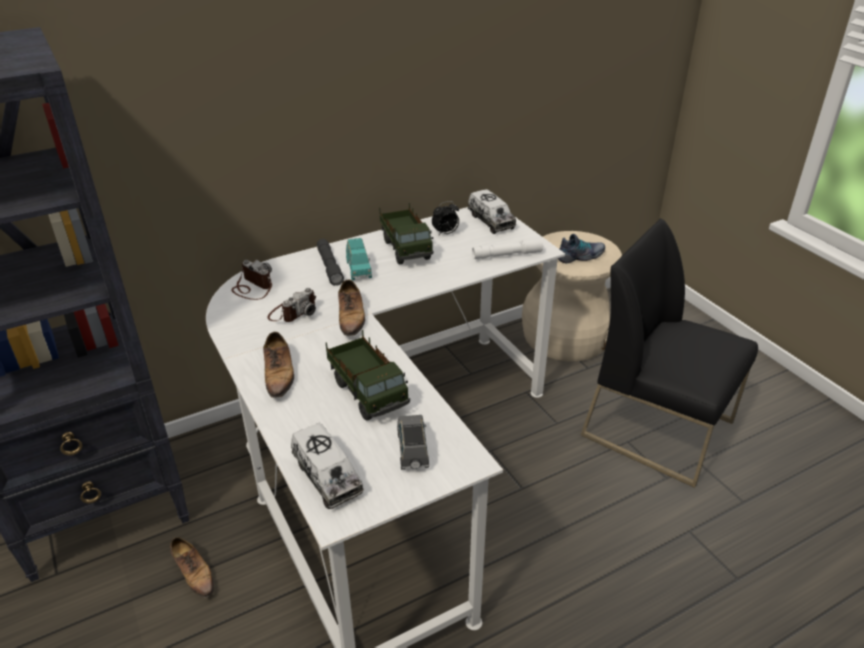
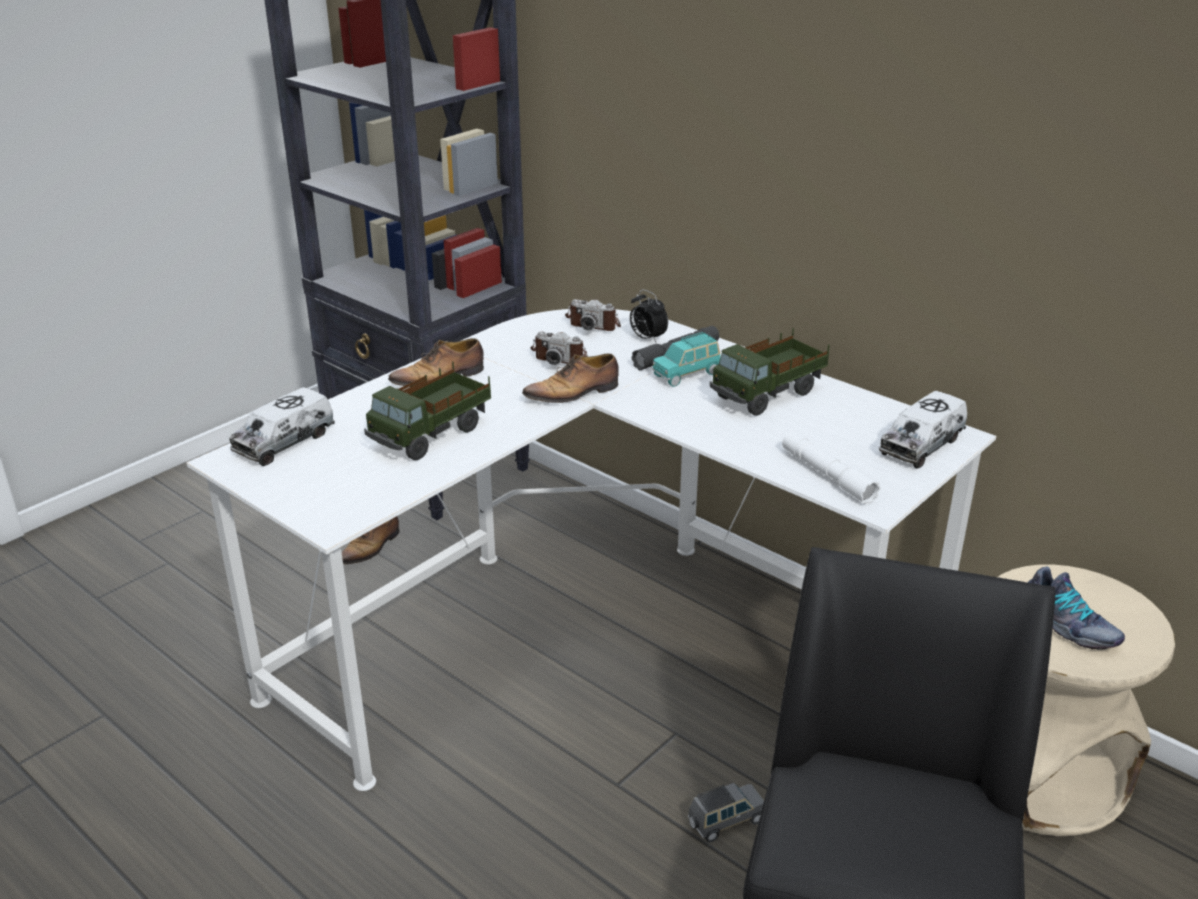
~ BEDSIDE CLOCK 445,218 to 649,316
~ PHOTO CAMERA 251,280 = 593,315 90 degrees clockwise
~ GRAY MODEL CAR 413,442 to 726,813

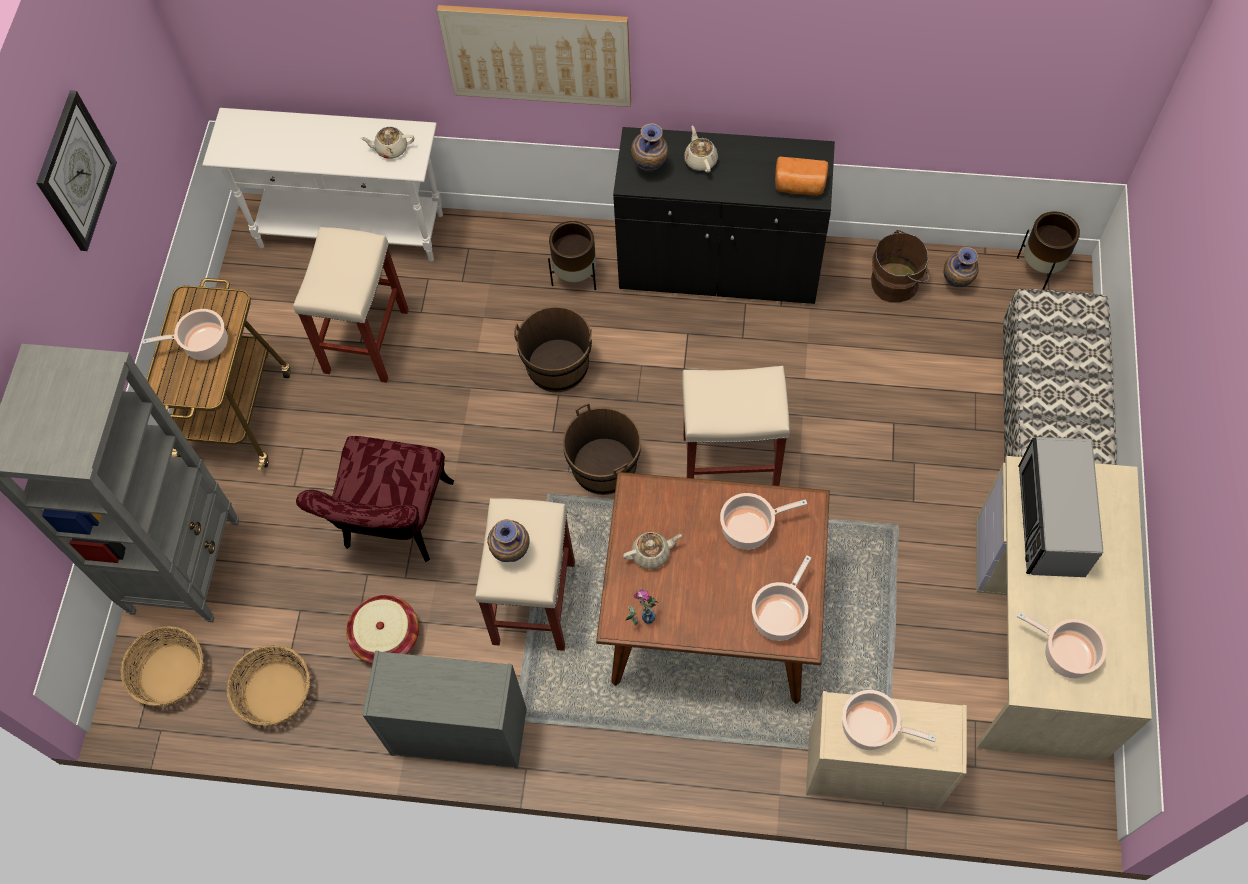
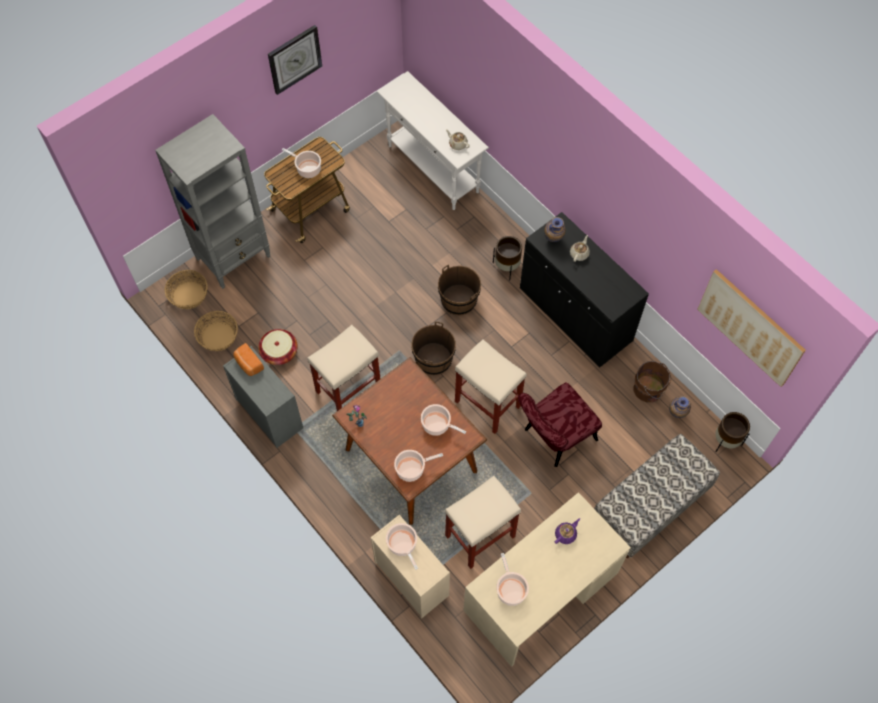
~ WALL ART 534,56 to 751,328
~ BAKERY BREAD 802,176 to 248,359
~ BEIGE SITTING STOOL 351,305 to 483,522
~ RED PLAIN CHAIR 375,499 to 560,424
~ MICROWAVE 1060,507 to PURPLE TEAPOT 567,531
- DECORATIVE VASE 508,540
- BEIGE TEAPOT 652,550

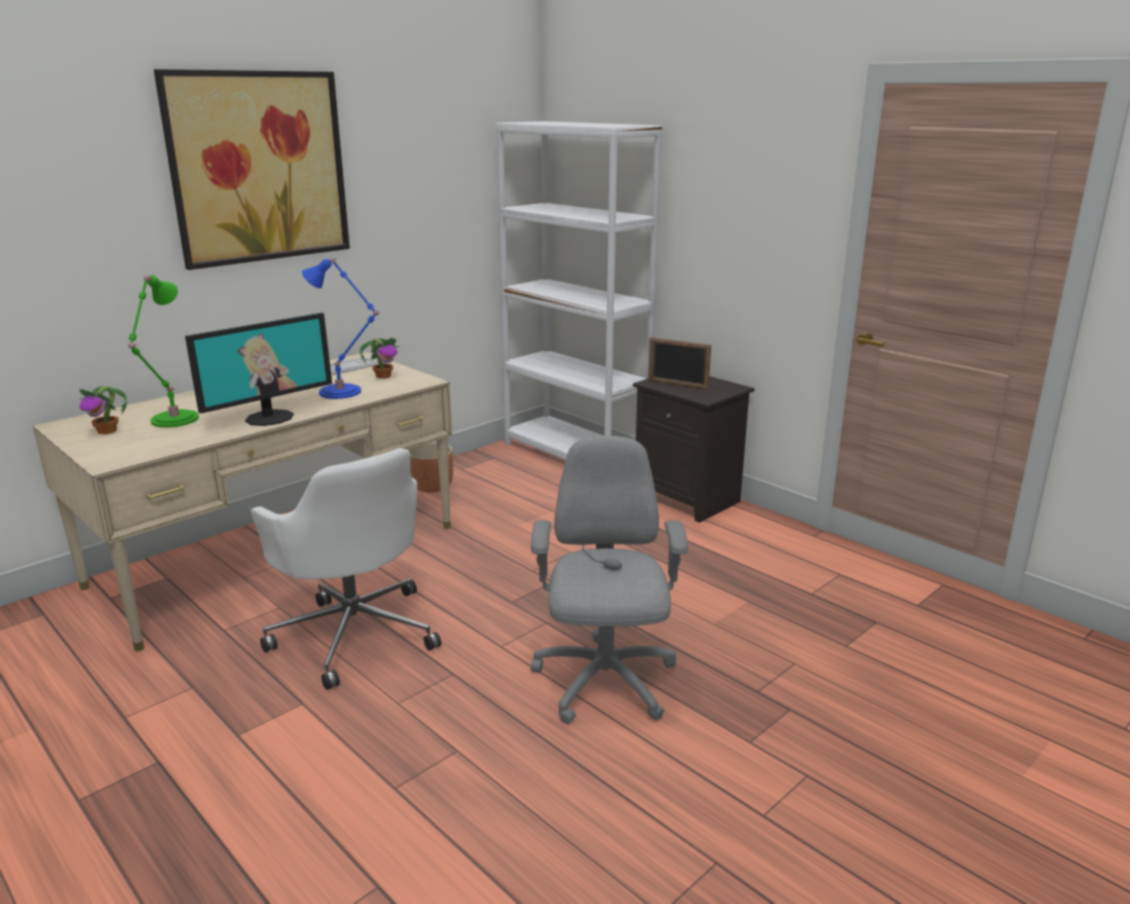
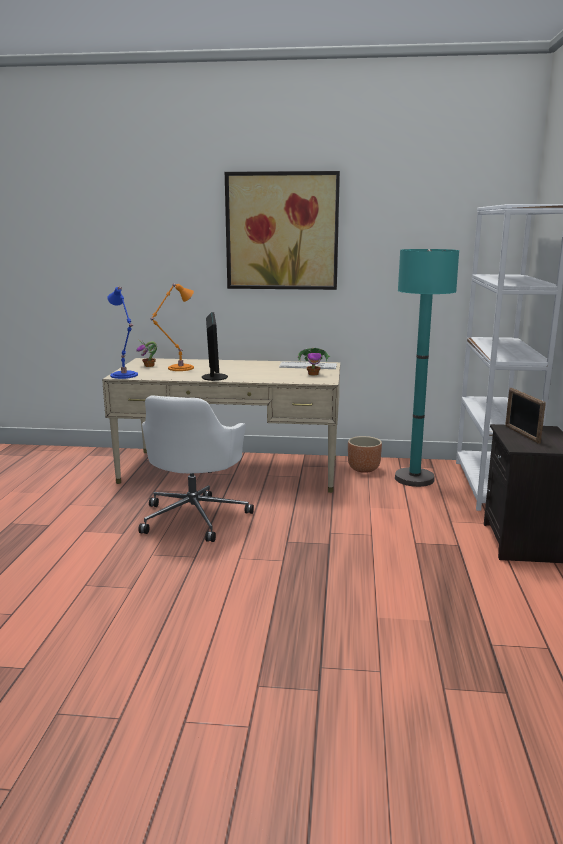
~ BLUISH TABLETOP LAMP 340,328 to 122,333
~ GREEN TABLETOP LAMP 163,351 to ORANGE-COLOURED TABLETOP LAMP 172,327
~ COMPUTER SCREEN 258,369 = 215,346 105 degrees counterclockwise
- GRAY DESK CHAIR 609,580
+ BLUE-GREEN FLOOR LAMP 427,368

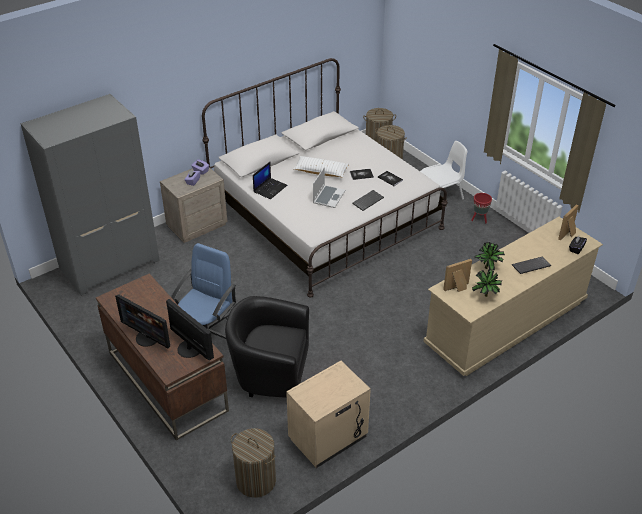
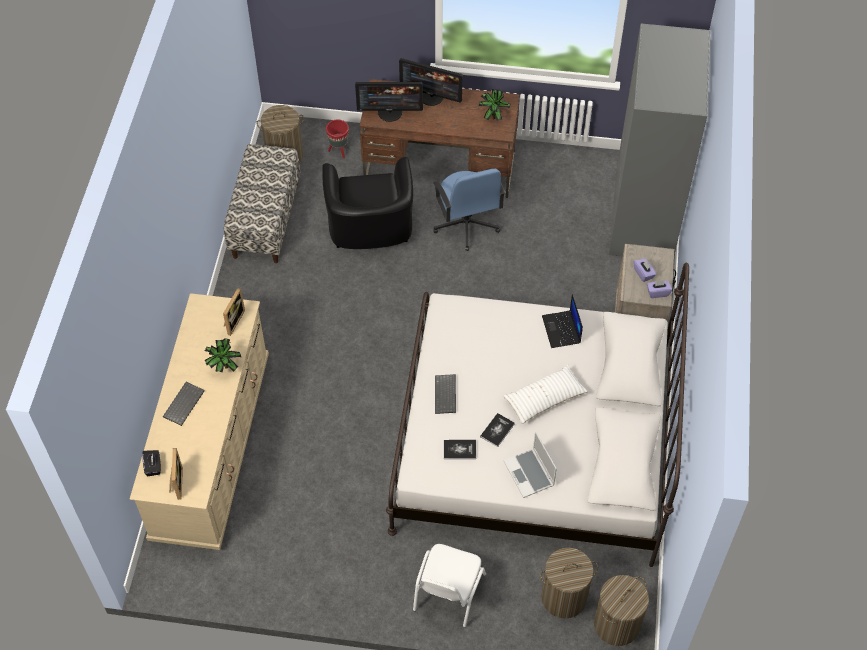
~ PORTABLE COMPUTER 329,187 to 530,464
~ RED PLANTER 481,208 to 337,139
~ HOUSEPLANT 487,283 to 495,105
~ COMPUTER SCREEN 142,321 = 431,82 150 degrees counterclockwise
~ BLACK ARMCHAIR 267,347 = 367,203 120 degrees clockwise
~ BEIGE NIGHTSTAND 328,414 to LONG SEAT 262,203

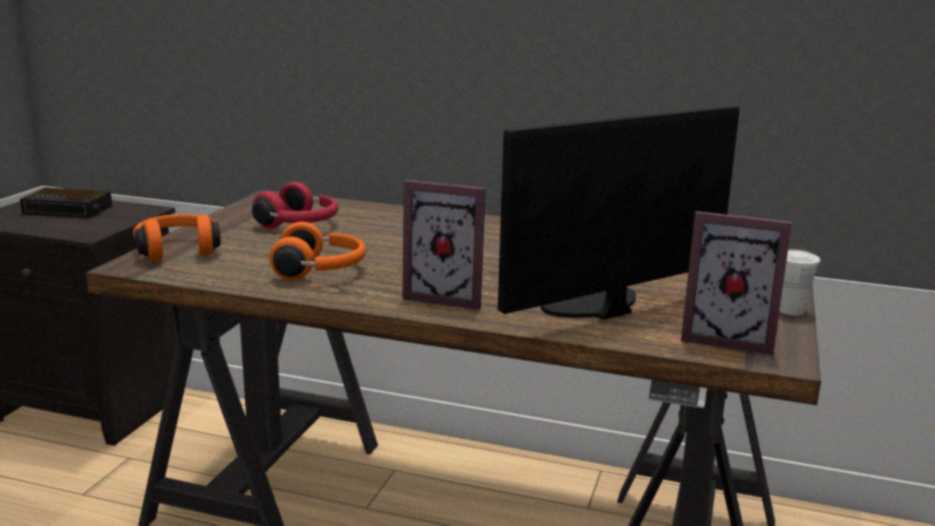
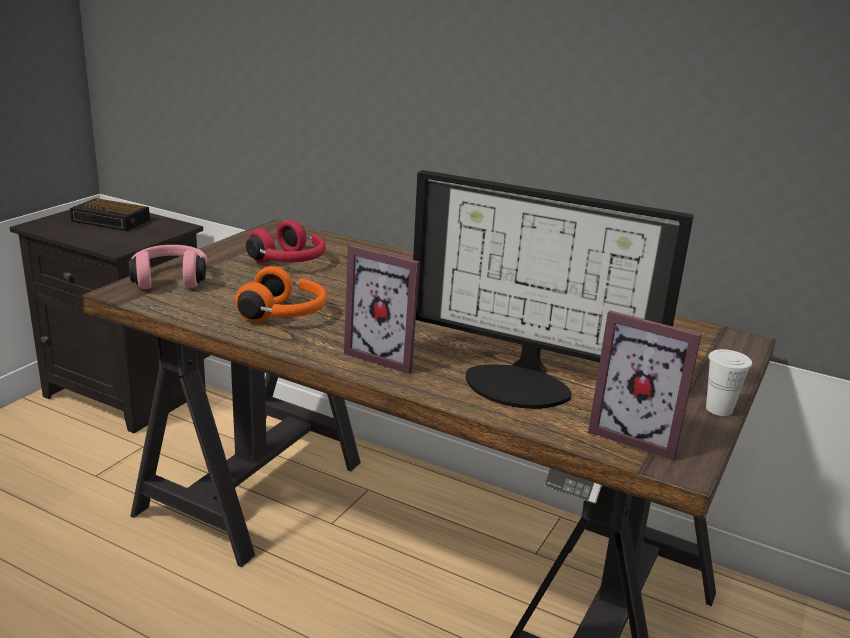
~ COMPUTER SCREEN 619,212 = 553,289 135 degrees counterclockwise
~ ORANGE-COLOURED HEADSET 177,237 to PINKISH HEADSET 168,267

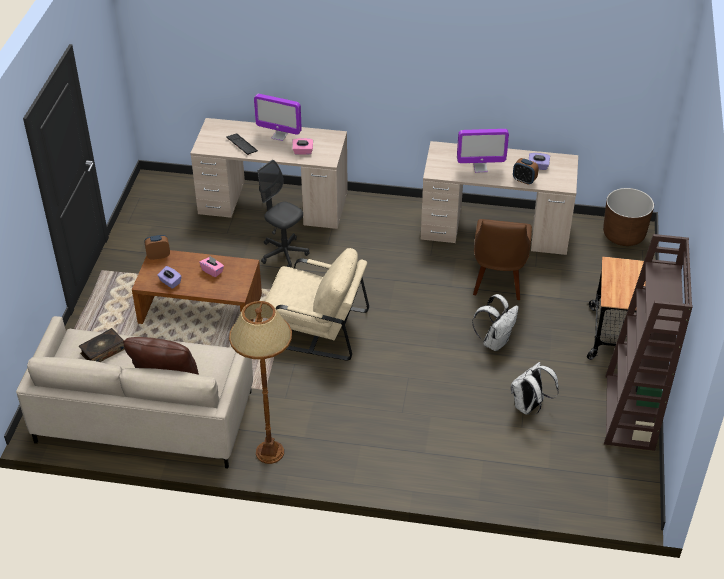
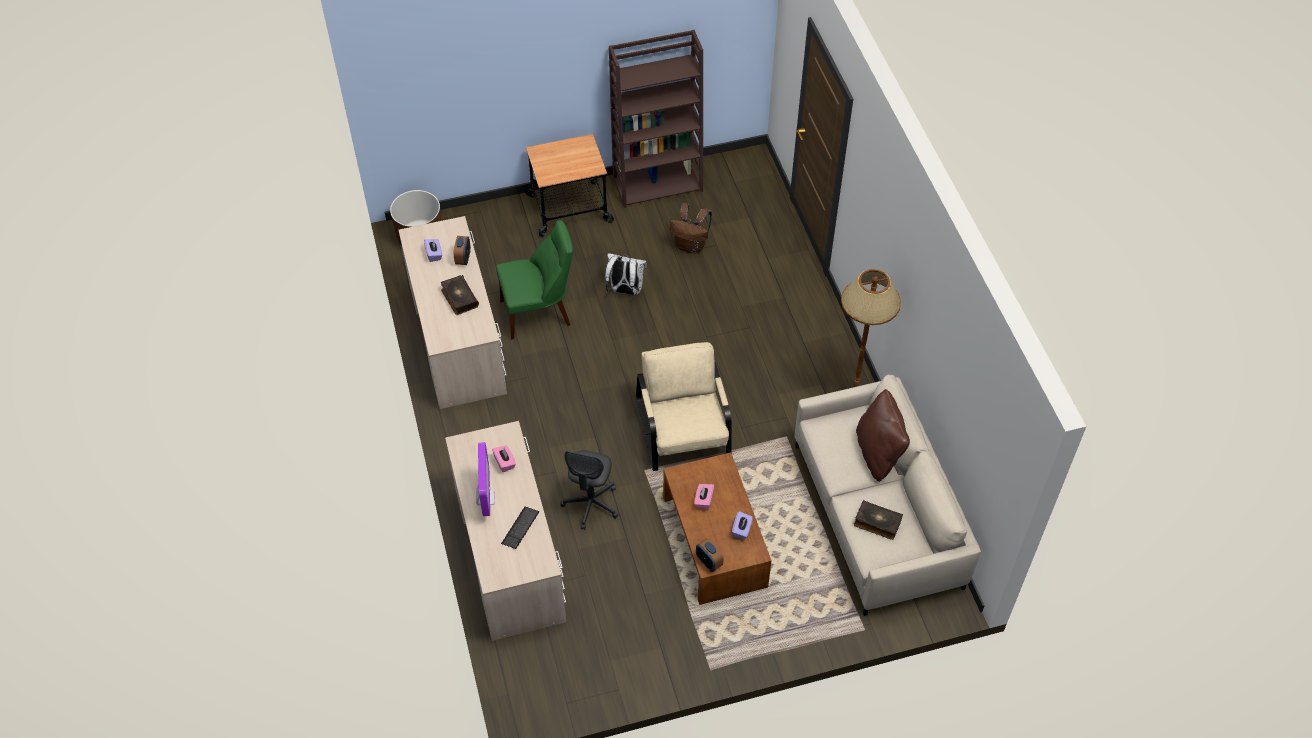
~ COMPUTER SCREEN 483,151 to VOLUME 460,295
~ BROWN PLAIN CHAIR 502,259 to GREEN PLAIN CHAIR 534,279
~ WHITISH RUCKSACK 535,388 to BROWN RUCKSACK 691,228

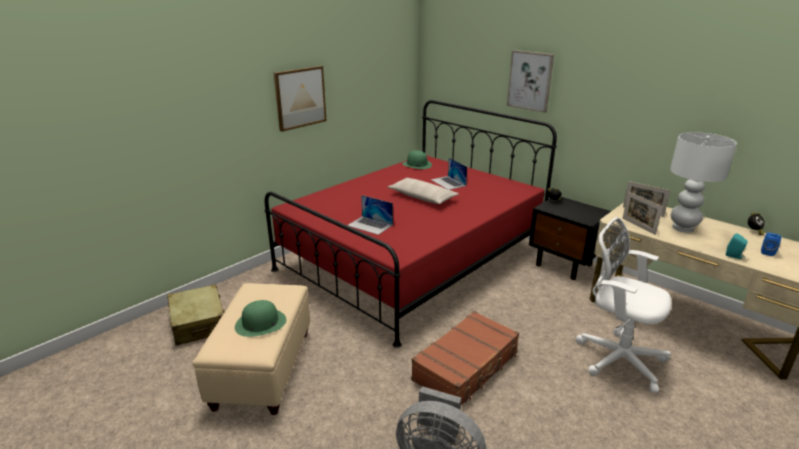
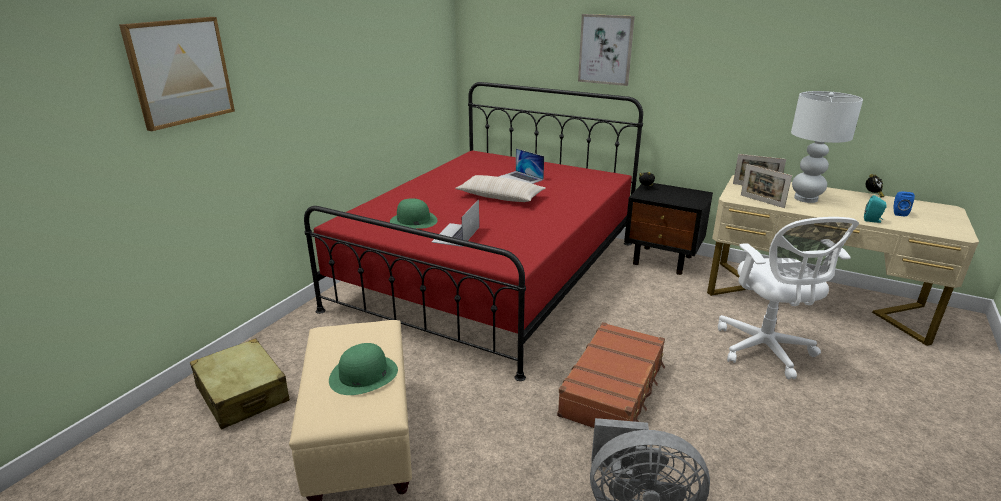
~ WALL ART 300,99 to 177,74
~ GREEN WEARABLE HAT 417,159 to 414,213
~ PORTABLE COMPUTER 370,215 = 455,223 90 degrees clockwise
~ WHITISH DESK CHAIR 623,305 = 788,298 120 degrees counterclockwise

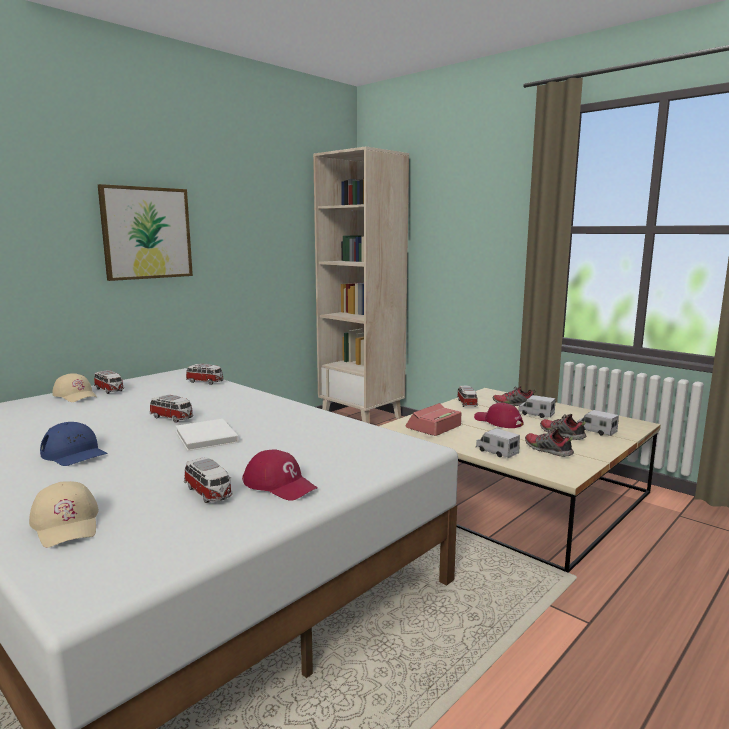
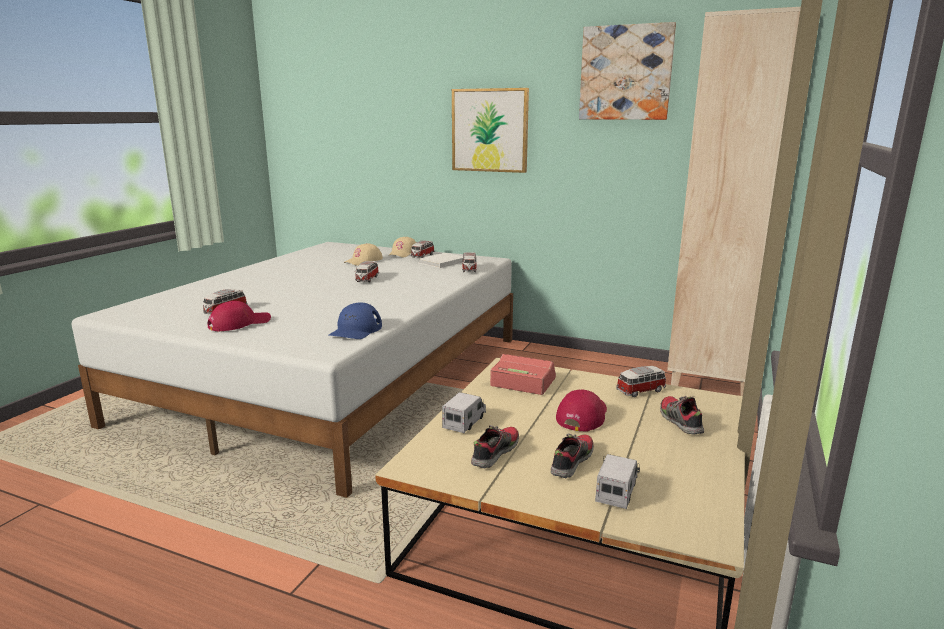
- TOY LORRY 537,406
~ WHITISH VOLUME 207,435 to 441,260
~ BLUISH PEAKED CAP 73,444 to 355,321
~ RED PEAKED CAP 280,475 = 239,316 150 degrees counterclockwise
~ BEIGE PEAKED CAP 64,514 to 363,255
+ WALL ART 627,71

